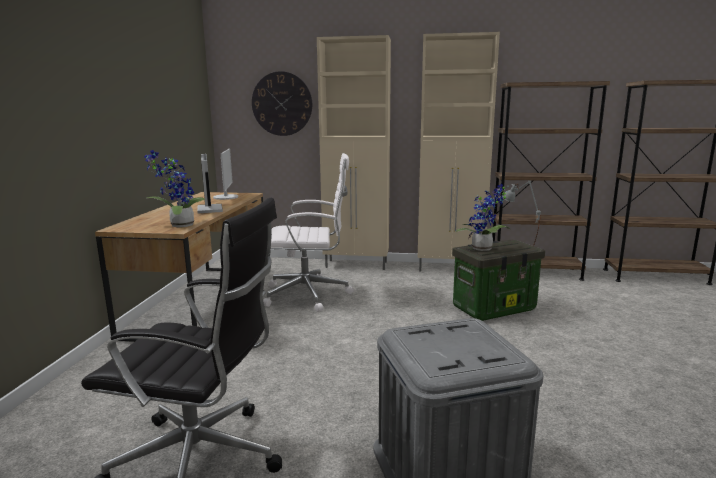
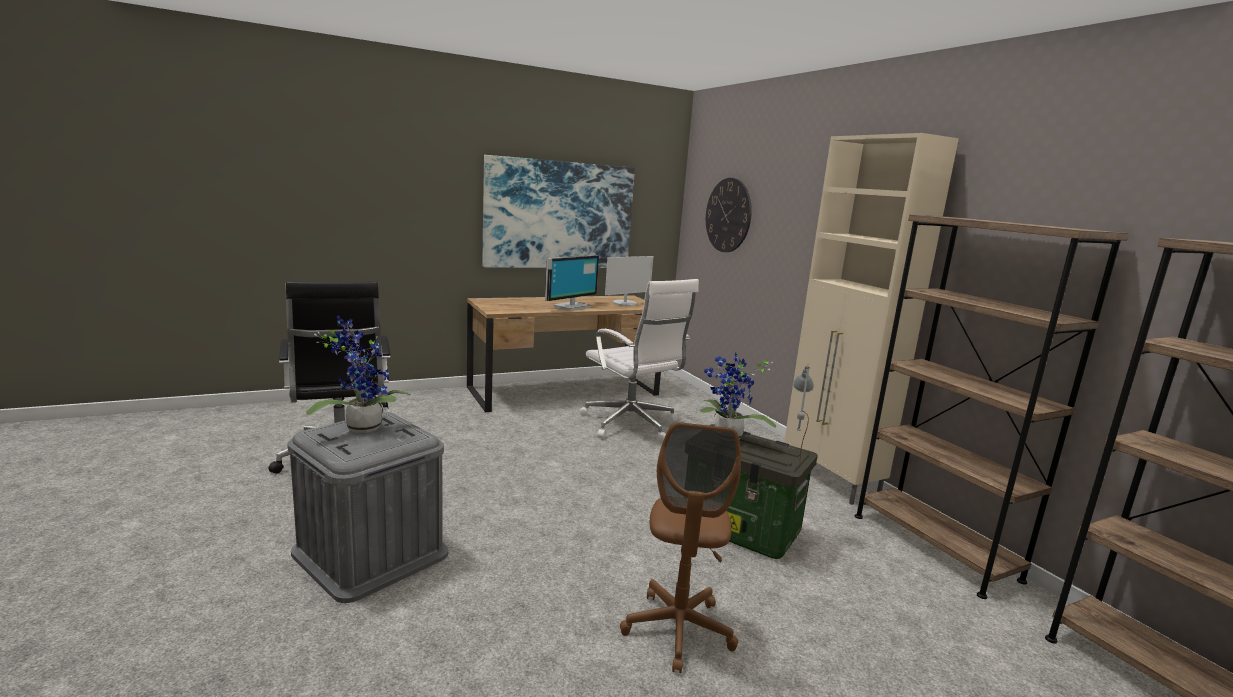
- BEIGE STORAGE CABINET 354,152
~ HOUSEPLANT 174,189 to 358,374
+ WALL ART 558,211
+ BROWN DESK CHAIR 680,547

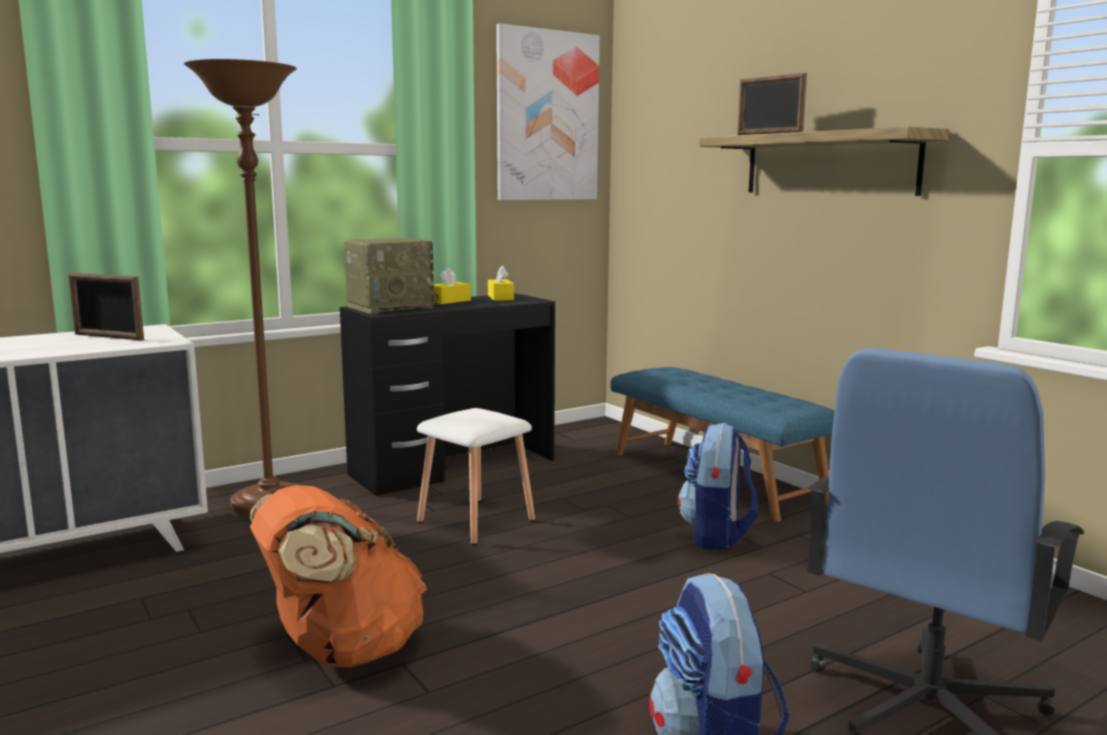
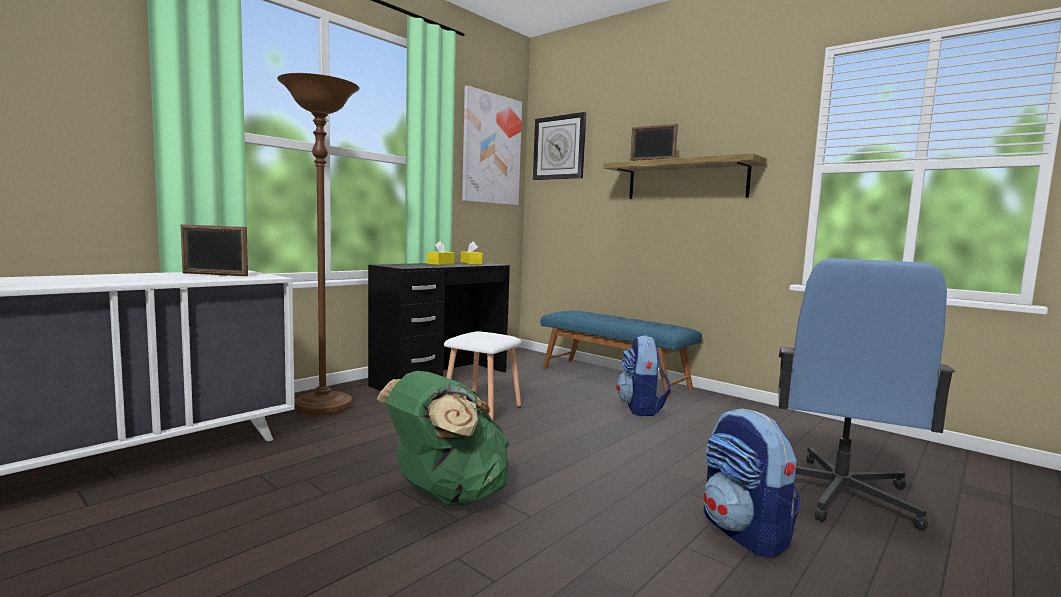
- RADIO 391,276
~ ORANGE-COLOURED RUCKSACK 338,576 to GREEN RUCKSACK 443,438
+ WALL CLOCK 559,146

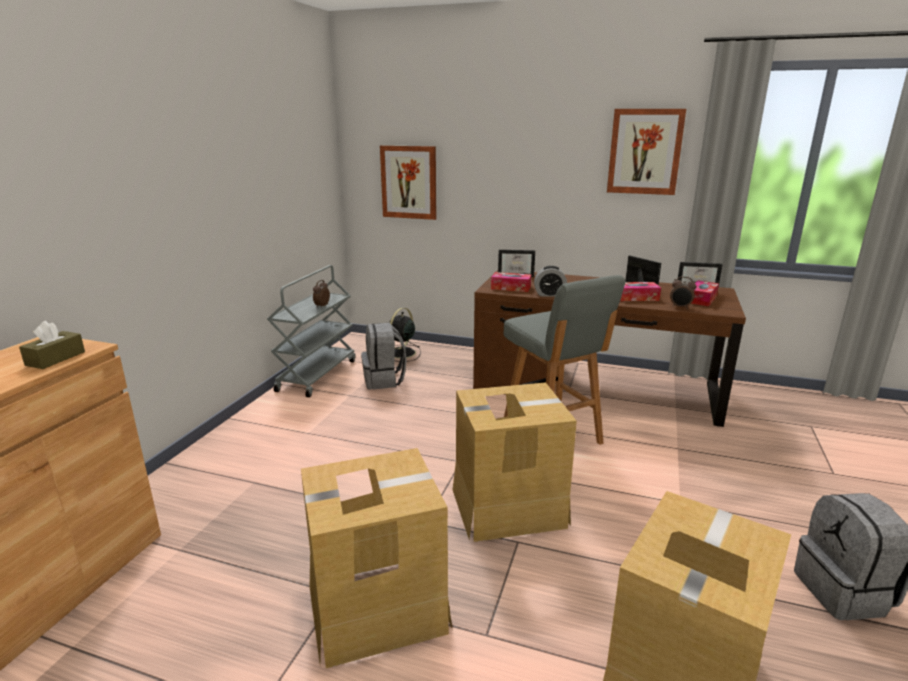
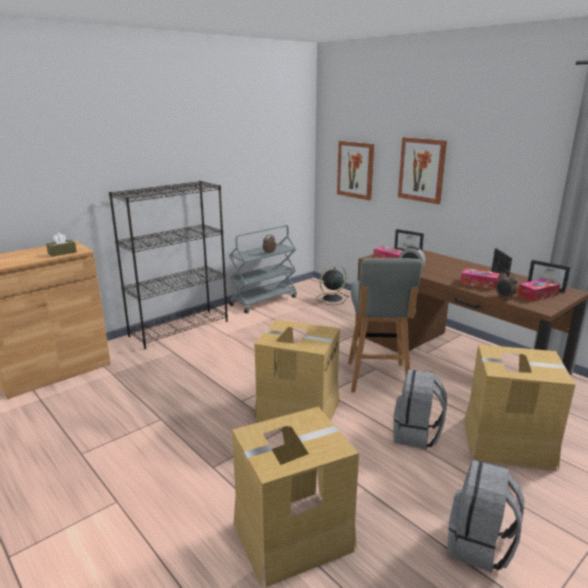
~ WALL ART 646,152 to 422,170
~ GRAY RUCKSACK 384,356 to 420,409
~ CARTON 376,558 to 519,407
+ BLACK BOOKSHELF 168,265

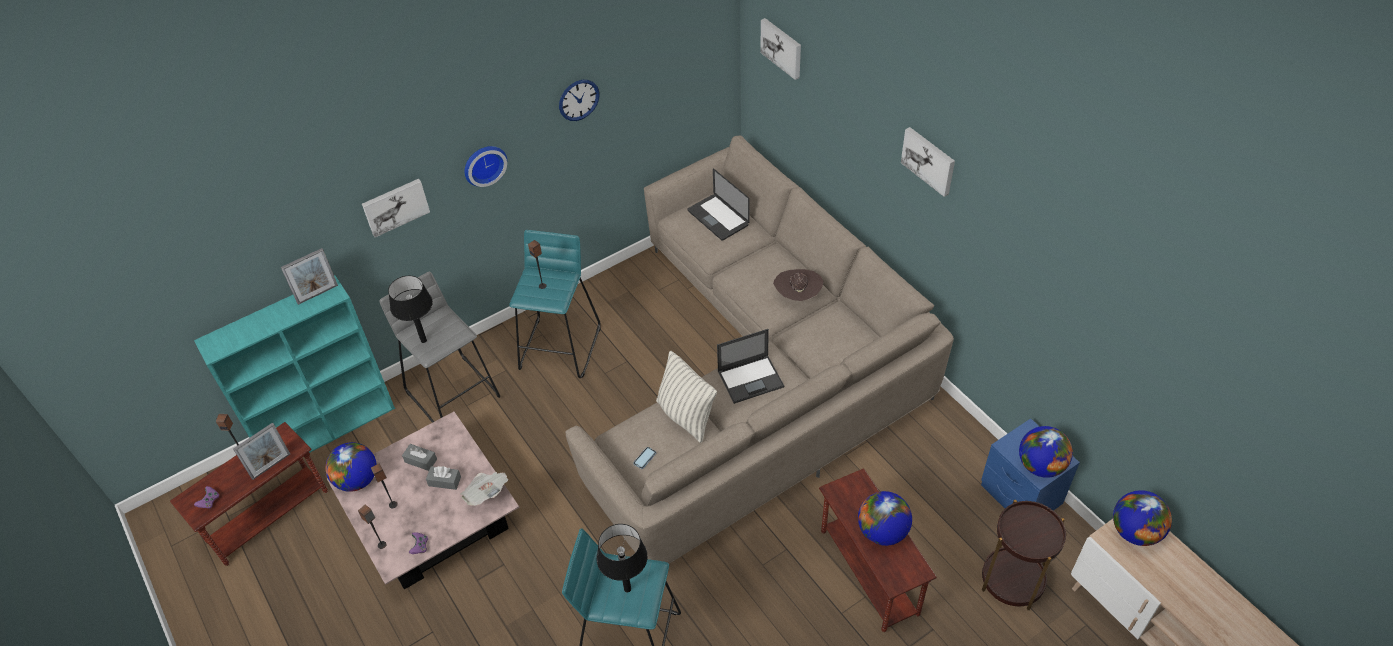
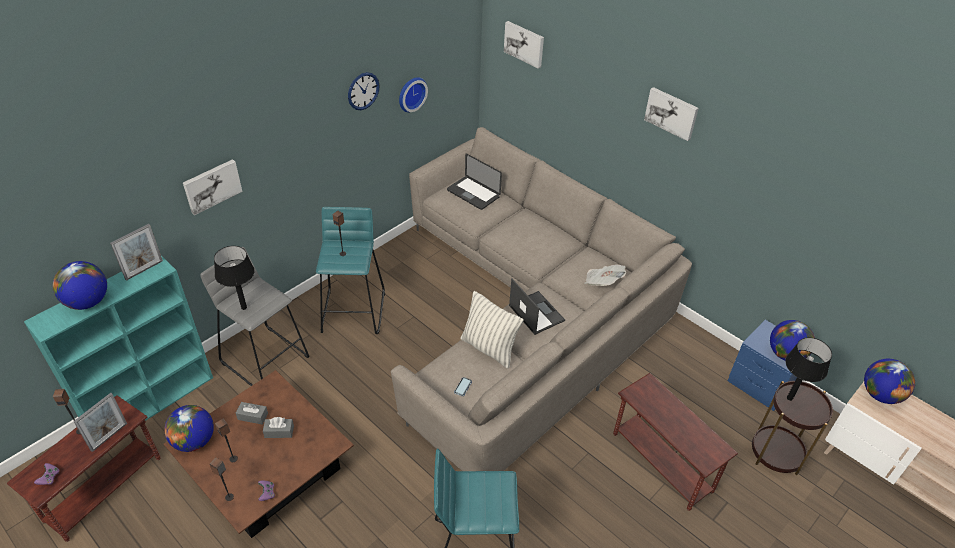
~ WALL CLOCK 485,166 to 413,94
- BROWN WEARABLE HAT 798,285
~ PORTABLE COMPUTER 750,366 = 537,307 90 degrees counterclockwise
~ PINKISH LOW TABLE 423,500 to BROWN LOW TABLE 259,454
~ DAILY PAPER 484,489 to 605,275
~ GLOBE 885,518 to 80,285
~ BLACK TABLETOP LAMP 622,558 to 808,369

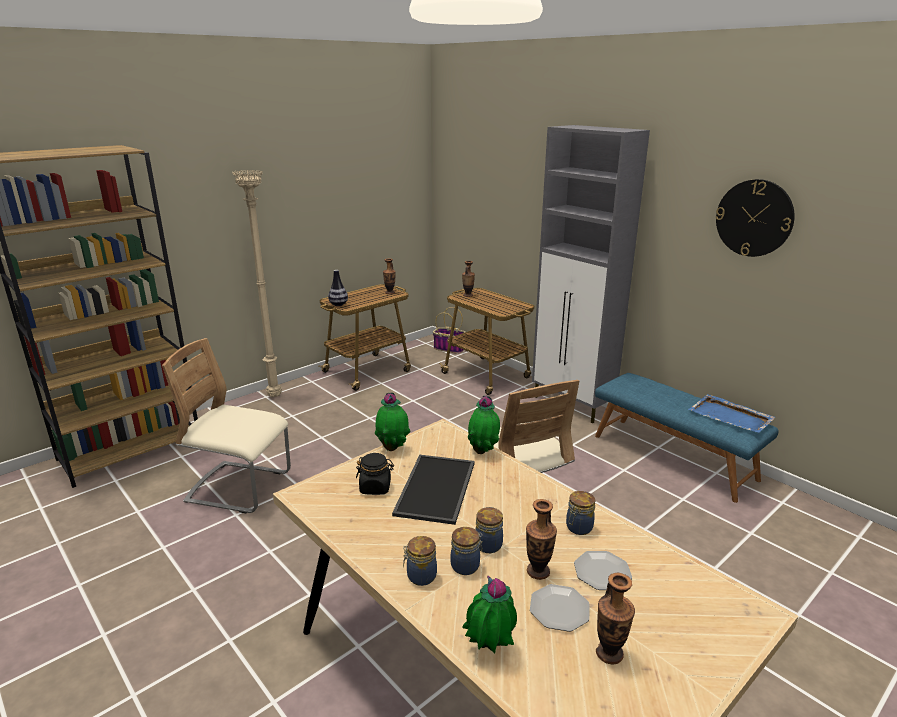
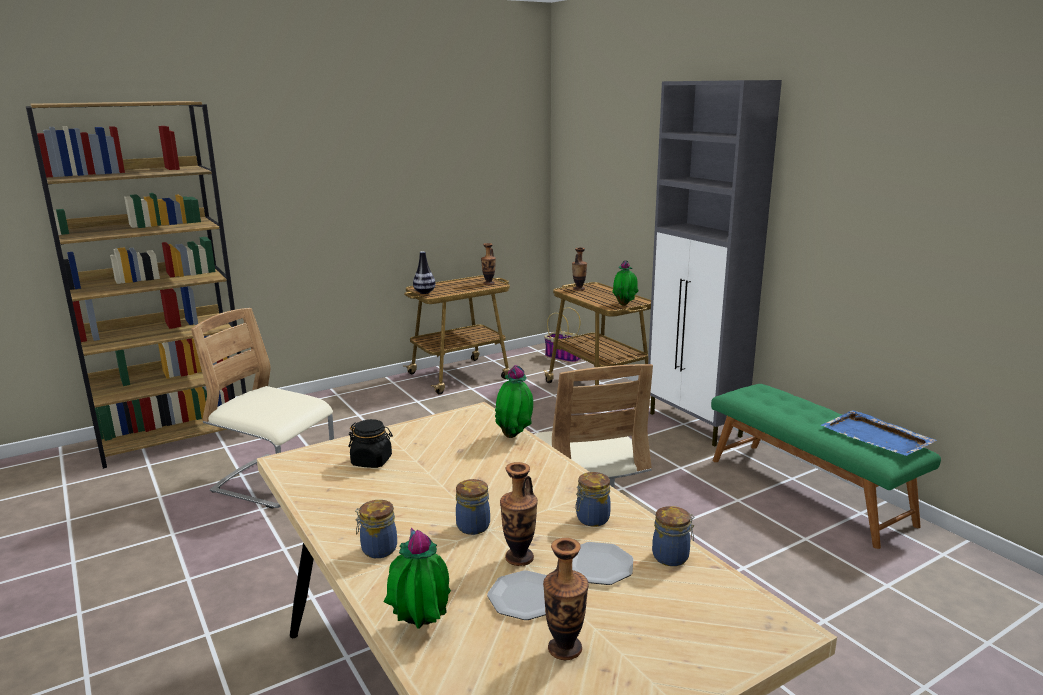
- BEIGE FLOOR LAMP 257,283
- WALL CLOCK 755,218
~ BLUISH LONG SEAT 687,438 to GREEN LONG SEAT 826,466
~ HOUSEPLANT 393,421 to 625,283
- CARRYING TRAY 433,490
~ STORAGE JAR 467,551 to 673,536

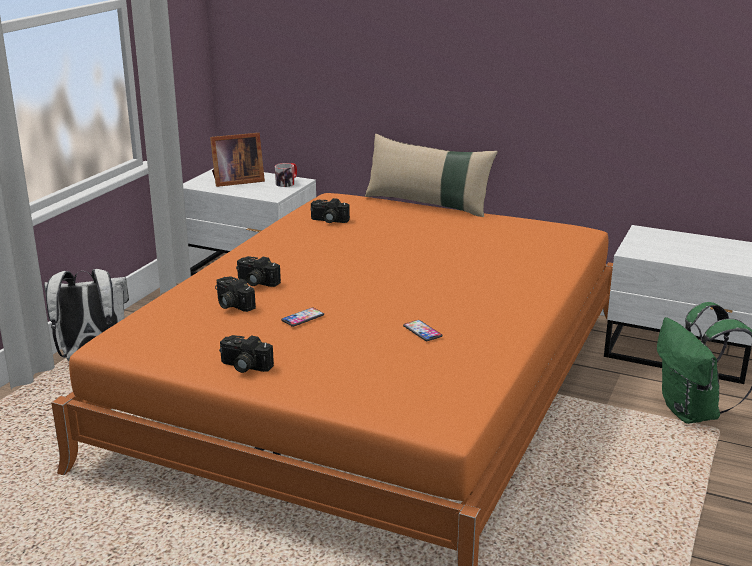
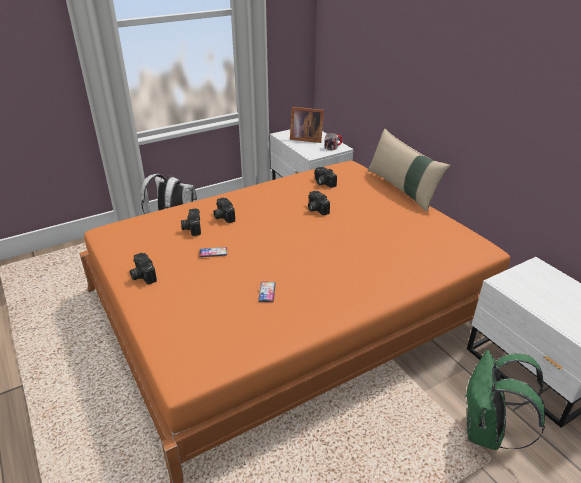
+ PHOTO CAMERA 319,203

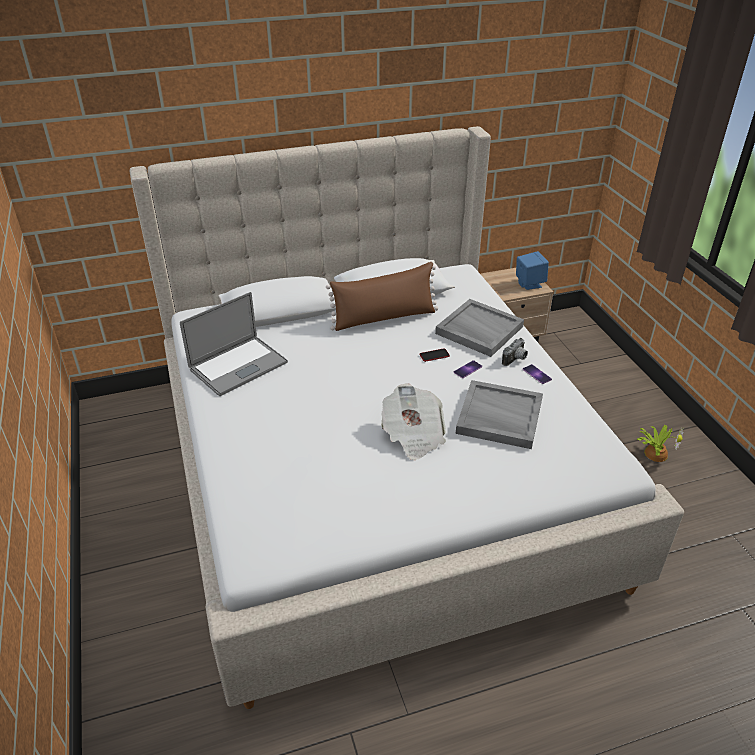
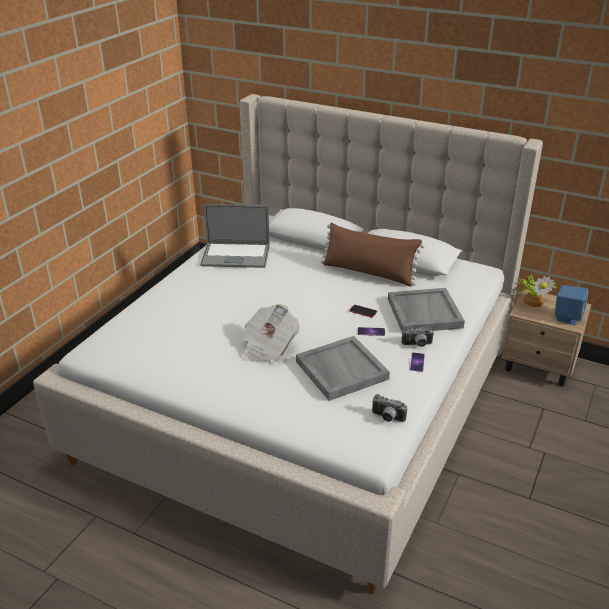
~ HOUSEPLANT 660,443 to 538,290
+ PHOTO CAMERA 389,408

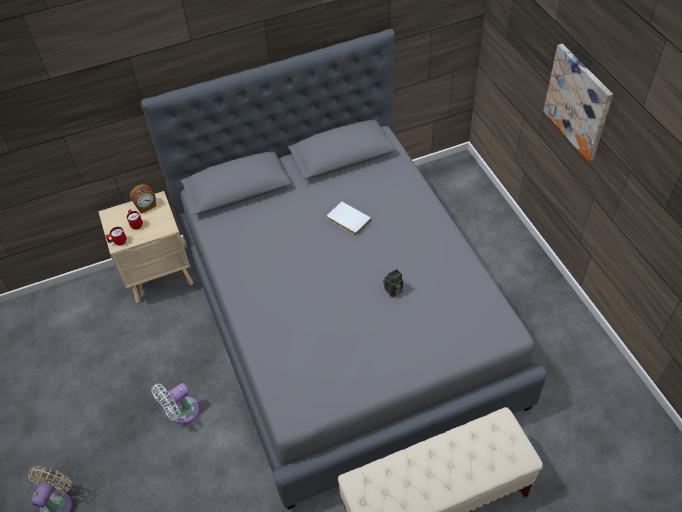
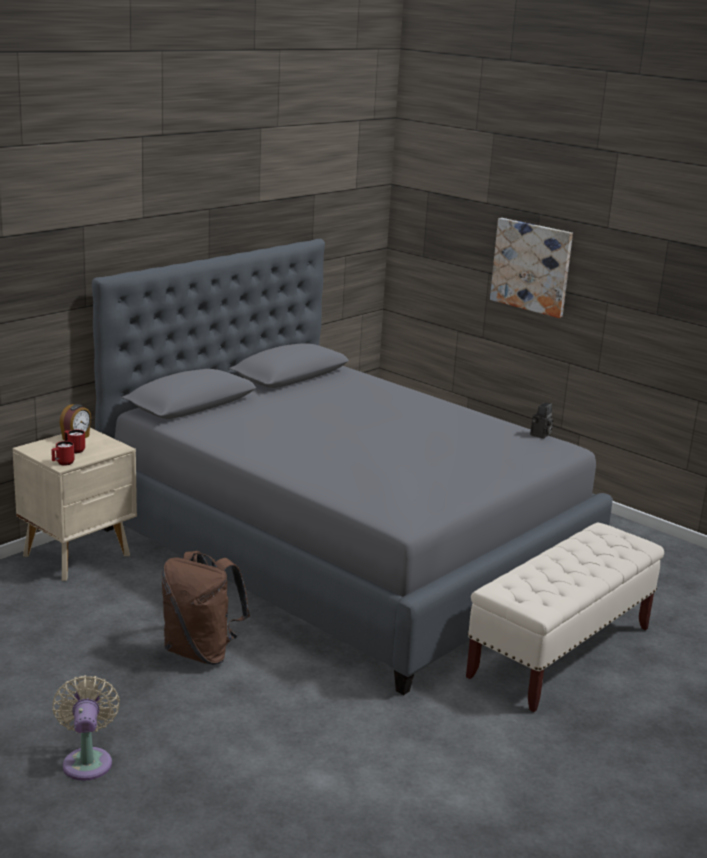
- WHITISH VOLUME 349,218
~ PHOTO CAMERA 393,283 to 541,421
~ WHITISH FAN 176,403 to BROWN RUCKSACK 206,608

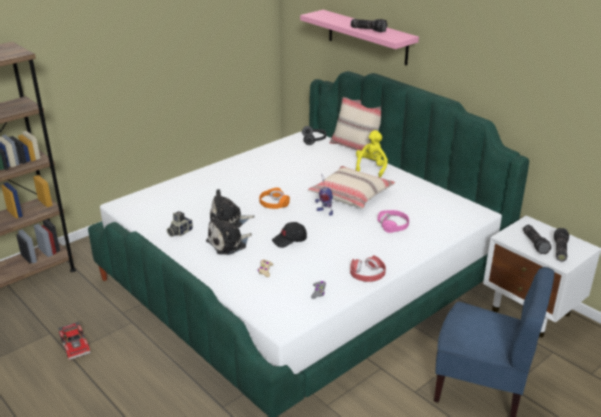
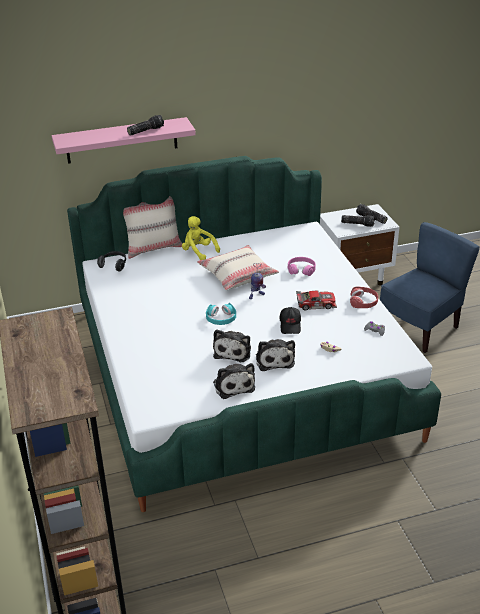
~ ORANGE-COLOURED HEADSET 274,198 to BLUE-GREEN HEADSET 221,314
~ PHOTO CAMERA 180,224 to SOFT TOY 234,381
~ MODEL CAR 74,341 to 316,300

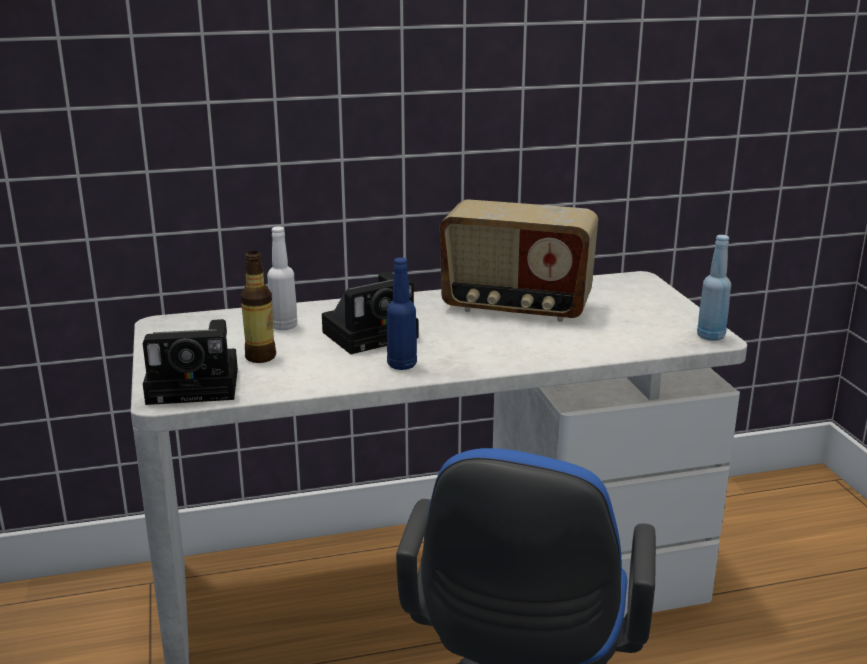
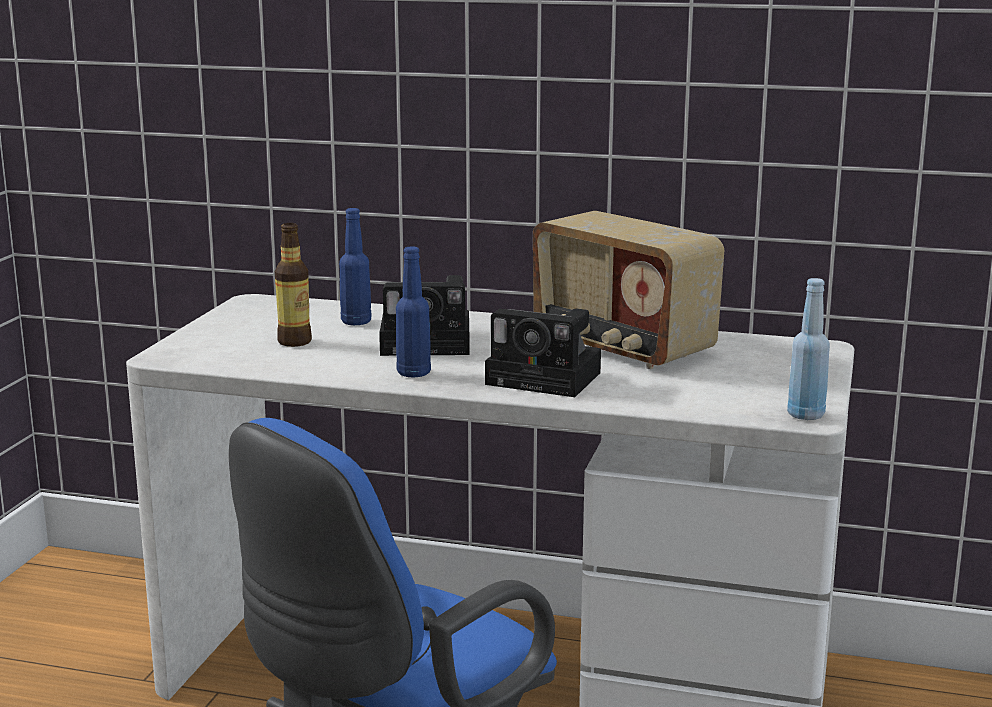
~ WHITISH BEVERAGE BOTTLE 282,278 to BLUISH BEVERAGE BOTTLE 355,266
~ PHOTO CAMERA 190,362 to 543,353

